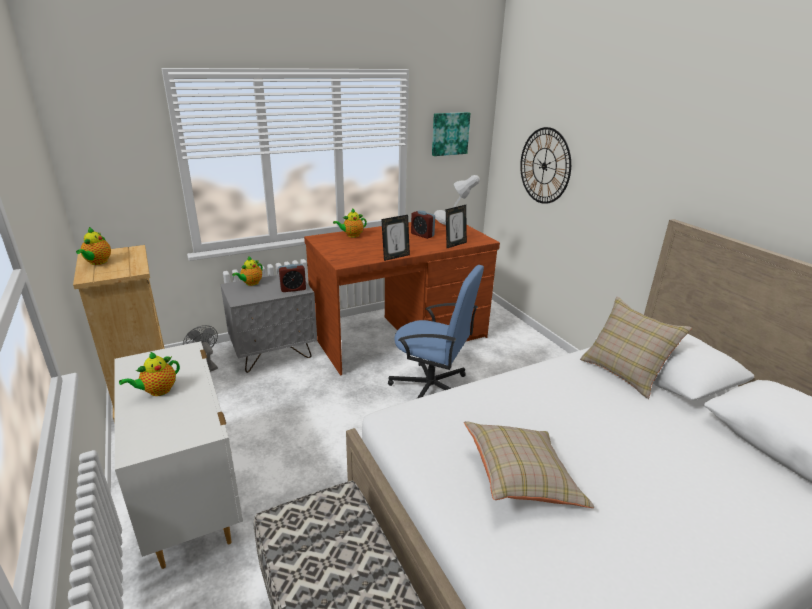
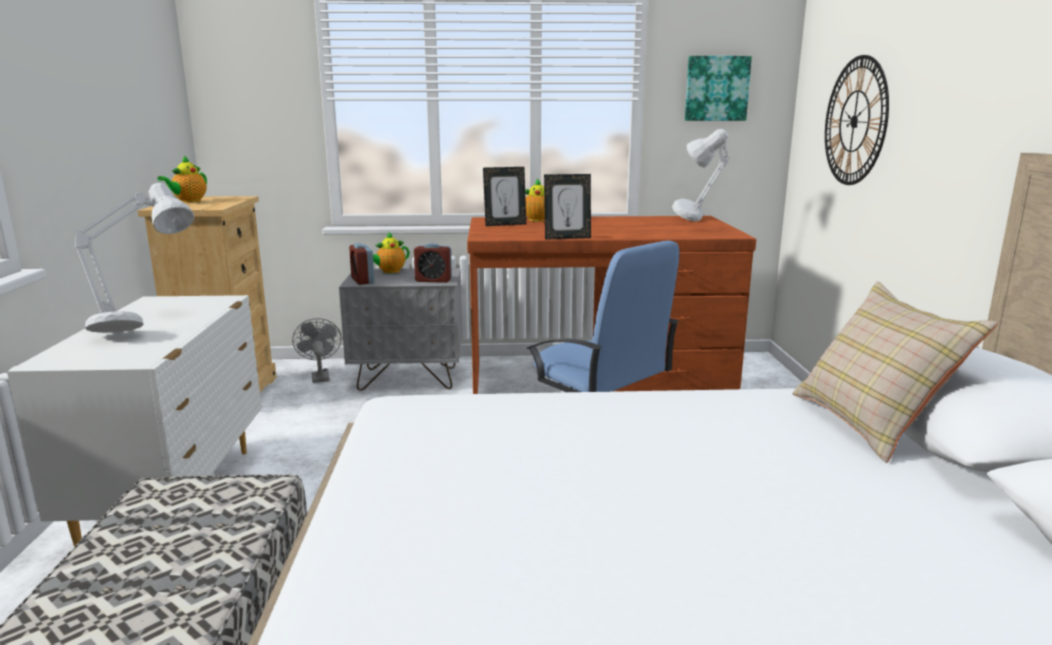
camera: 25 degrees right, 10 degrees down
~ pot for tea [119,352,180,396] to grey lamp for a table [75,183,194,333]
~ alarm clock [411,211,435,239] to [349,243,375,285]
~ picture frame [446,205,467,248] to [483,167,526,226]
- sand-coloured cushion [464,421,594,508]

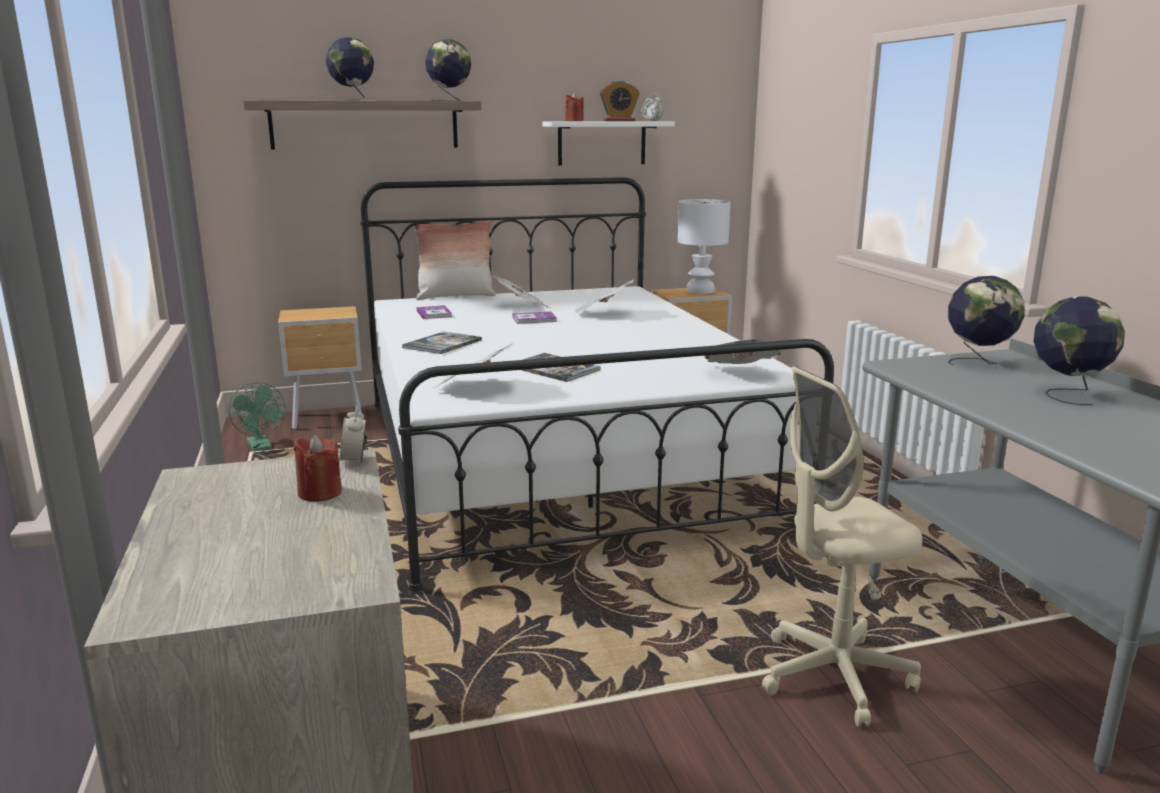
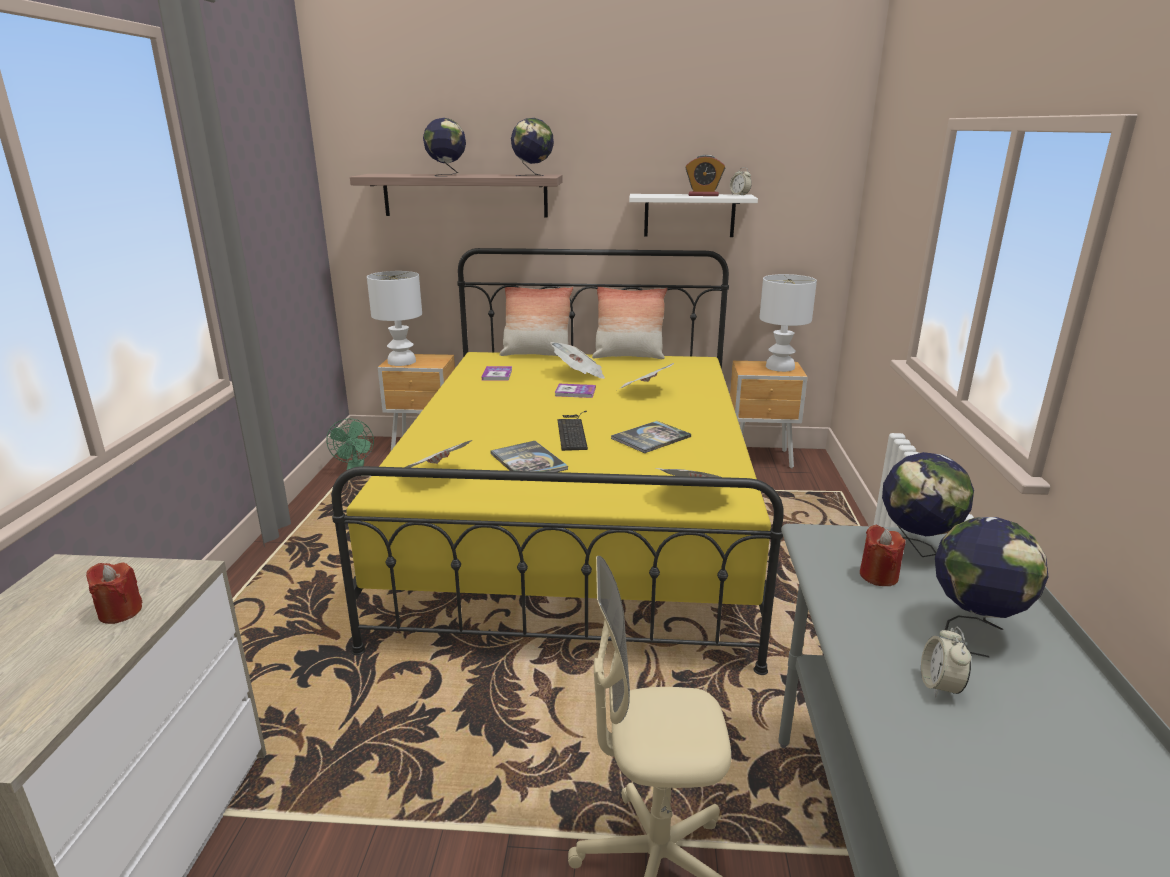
camera: 20 degrees right, 5 degrees up
~ alarm clock [339,405,367,467] to [921,627,971,698]
~ white sleeping bed [360,177,834,594] to yellow-coloured sleeping bed [332,248,784,675]
~ book [401,332,482,354] to [611,421,691,453]
~ red wax candle [565,93,584,121] to [860,525,906,586]
+ white lamp for a table [367,271,422,366]
+ keyboard [558,411,588,451]
+ cushion [592,287,667,359]

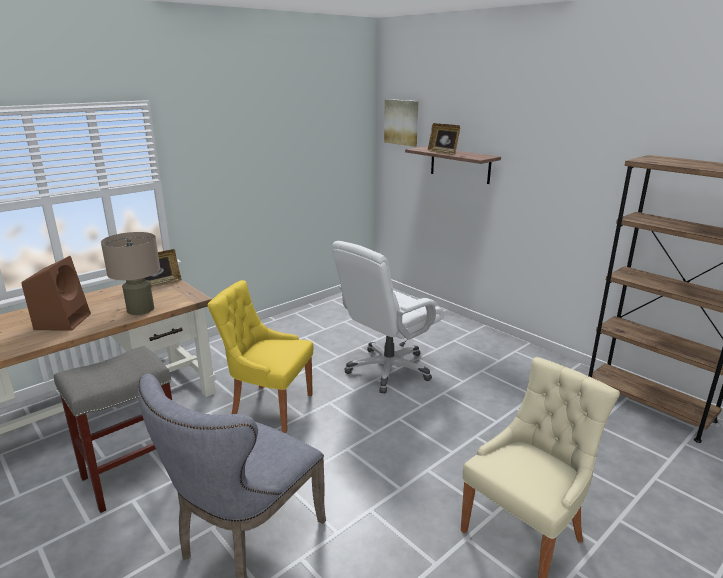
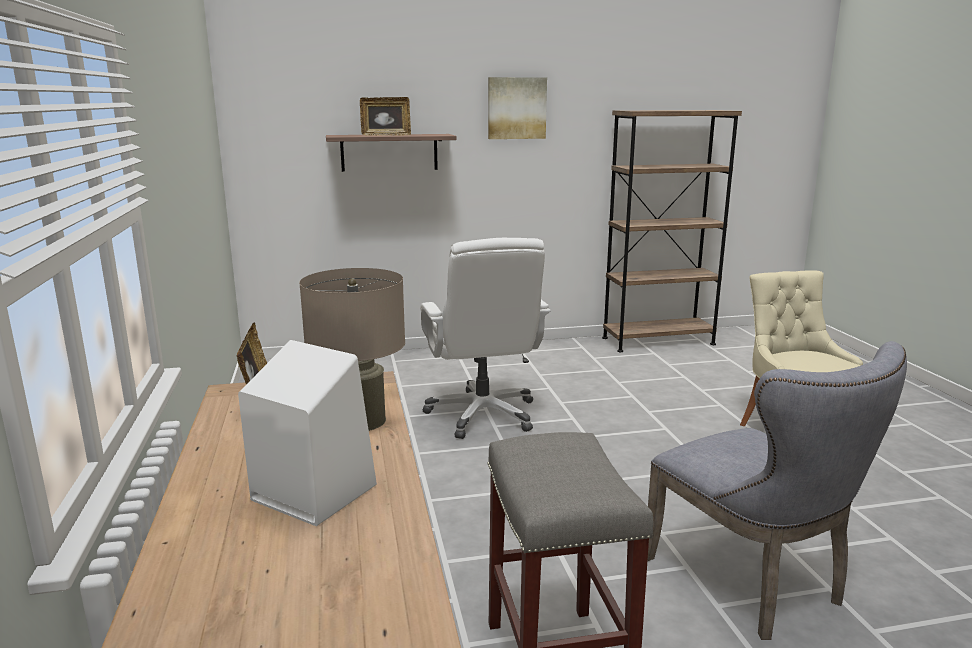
camera: 60 degrees left, 5 degrees down
~ brown audio speaker [21,256,91,331] to white audio speaker [238,340,377,526]
- yellow-coloured upright chair [208,280,314,433]
~ wall picture [384,99,419,147] to [488,77,547,139]

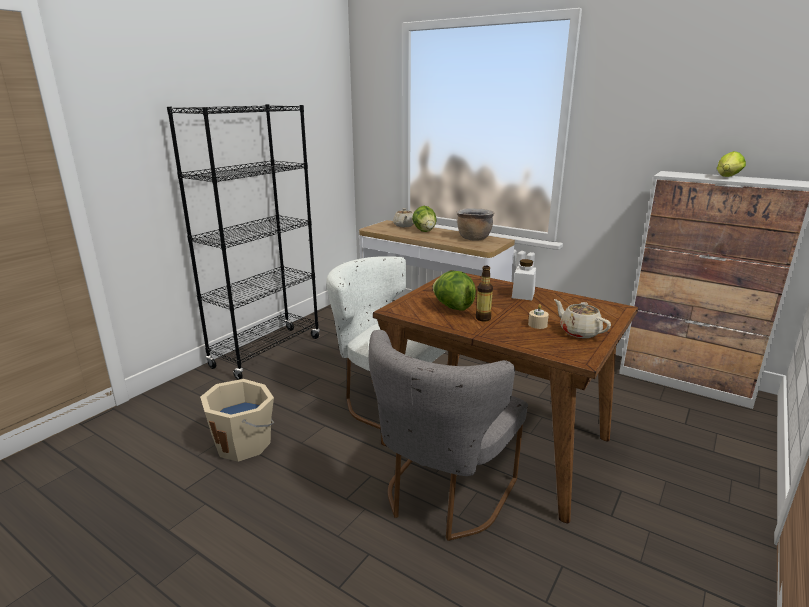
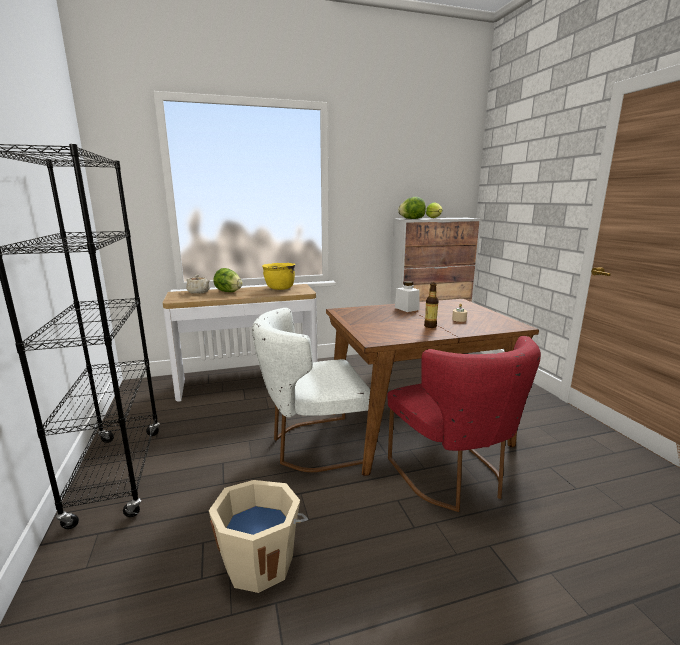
camera: 50 degrees left, 5 degrees down
~ grey upright chair [368,330,528,541] to red upright chair [387,336,541,512]
~ lettuce [433,271,476,310] to [398,197,426,219]
~ brown cooking pot [456,209,494,241] to yellow-coloured cooking pot [262,263,295,290]
- sand-coloured pot for tea [554,299,611,338]

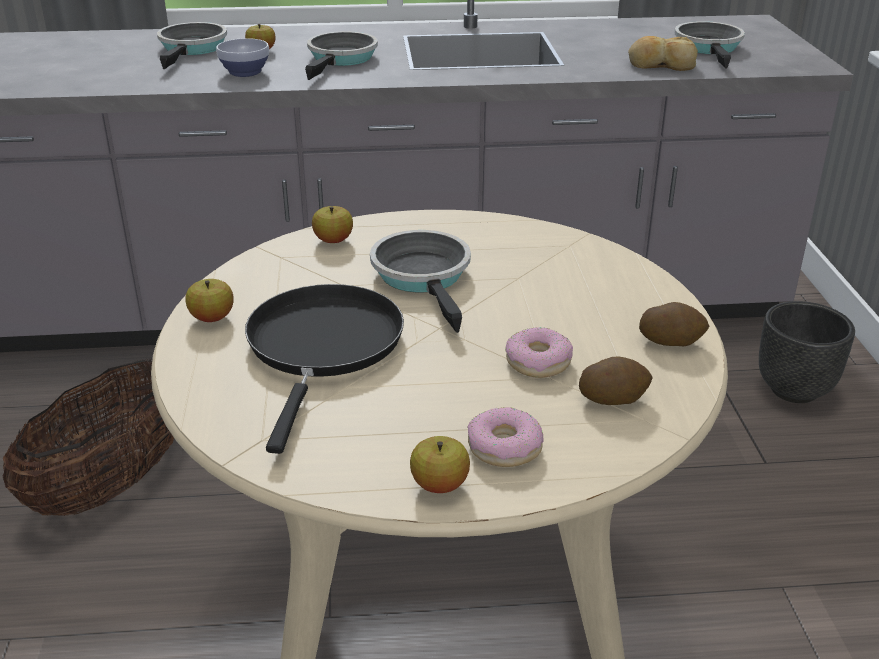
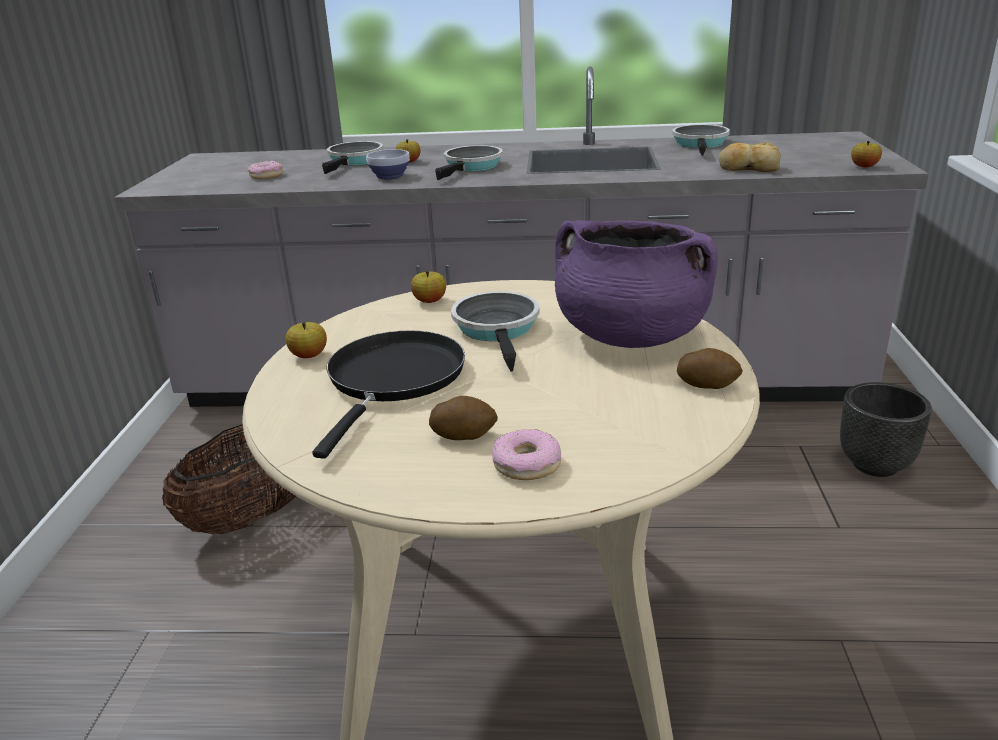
camera: 10 degrees right, 5 degrees down
~ apple [410,436,470,493] to [851,141,882,167]
~ doughnut [505,327,573,378] to [248,161,283,179]
~ potato [579,357,653,405] to [429,396,498,440]
~ pan [674,21,745,69] to [672,124,730,156]
+ purple-coloured cooking pot [555,220,718,348]

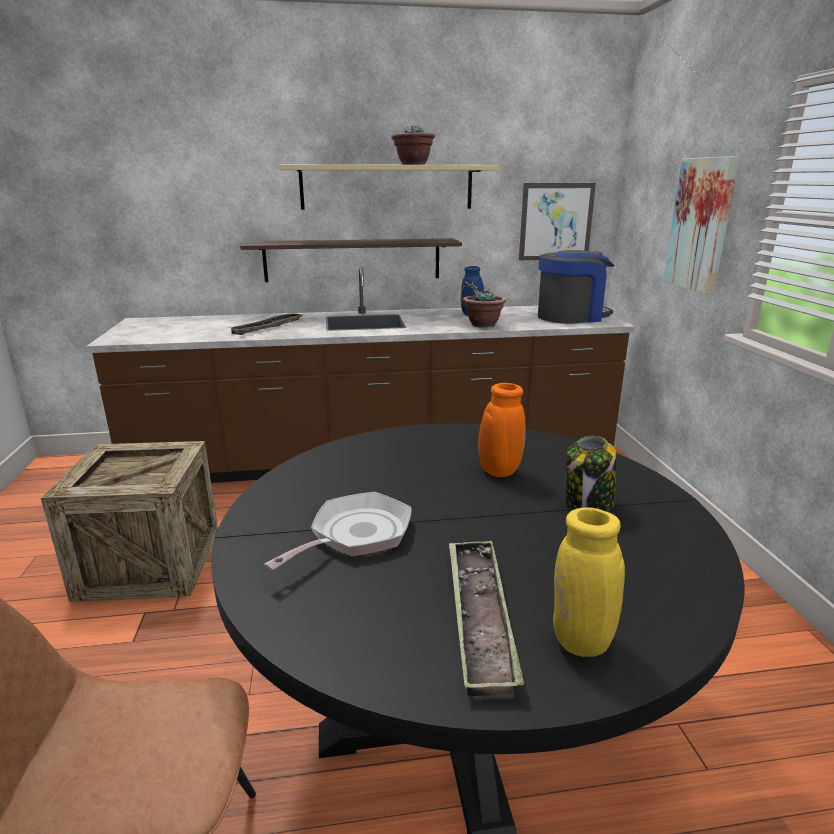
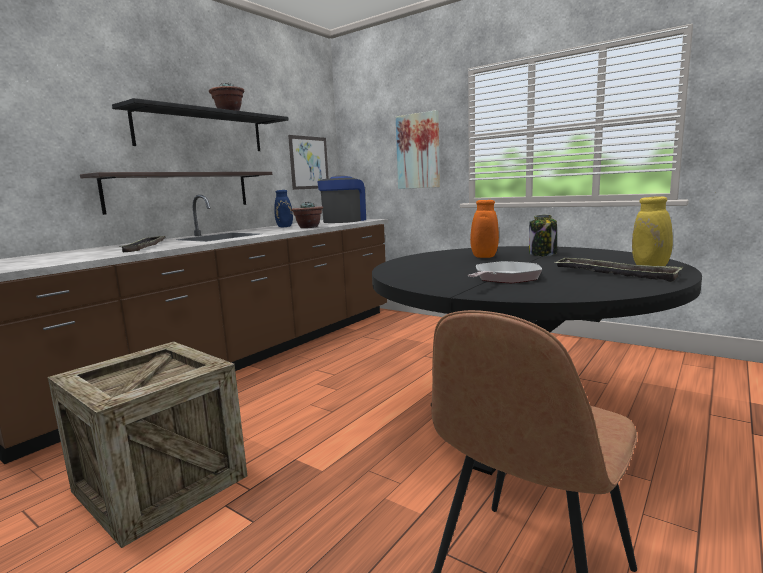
camera: 45 degrees left, 10 degrees down
~ pan [264,492,412,570] = [468,261,542,283] 45 degrees clockwise
~ sand-coloured bracket shelf [279,164,499,210] to blackish bracket shelf [112,98,289,151]

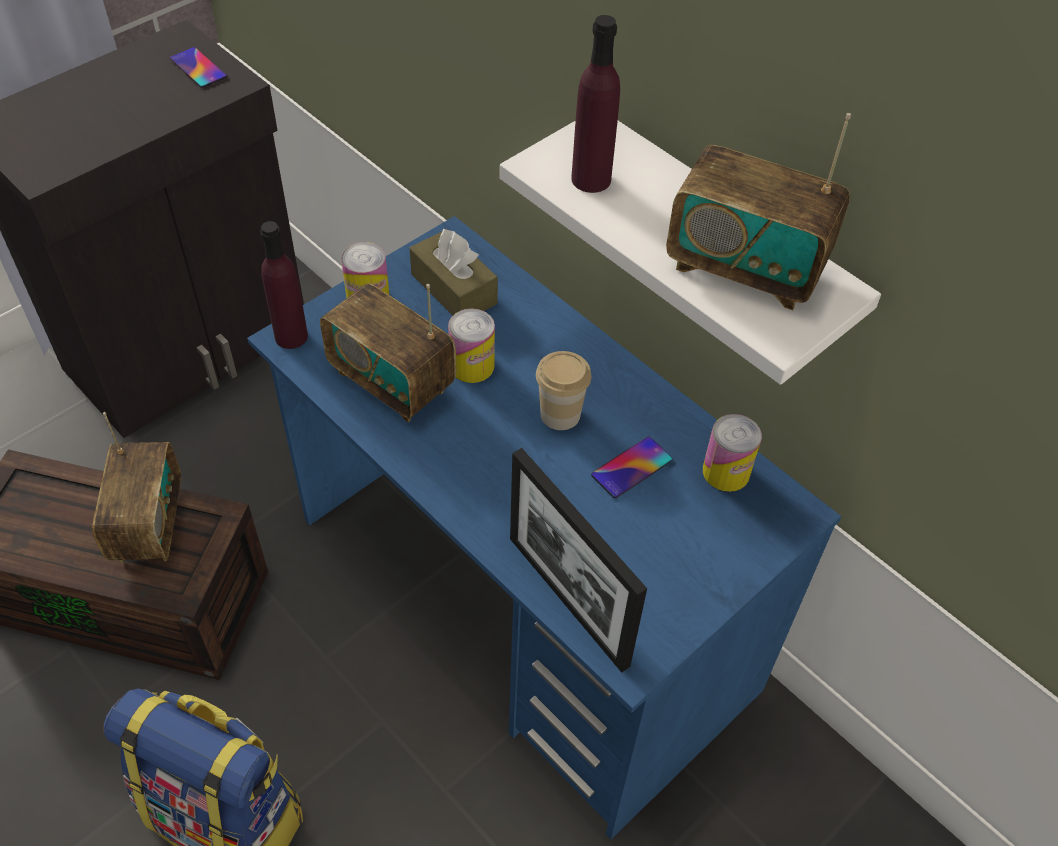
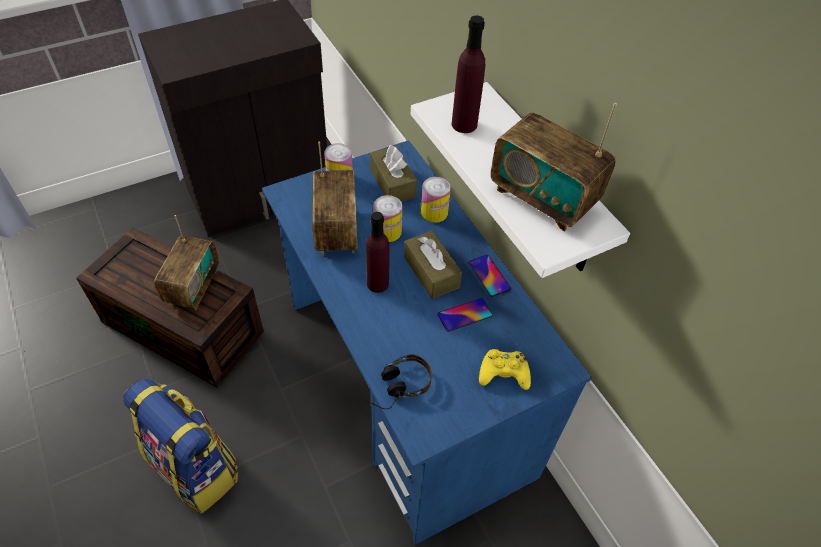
camera: 15 degrees right, 0 degrees up
~ telephone [170,47,227,88] to [468,255,511,297]
~ purple-coloured bottle [260,221,308,349] to [366,212,389,293]
~ radio set [320,283,457,423] = [312,142,358,255] 150 degrees counterclockwise
~ picture frame [510,448,647,673] to headphones [365,355,432,409]
~ small cup [536,351,591,430] to brown box of tissues [404,231,462,299]
~ metal can [703,414,762,492] to [421,177,451,223]
+ yellow-coloured gamepad [479,349,531,390]

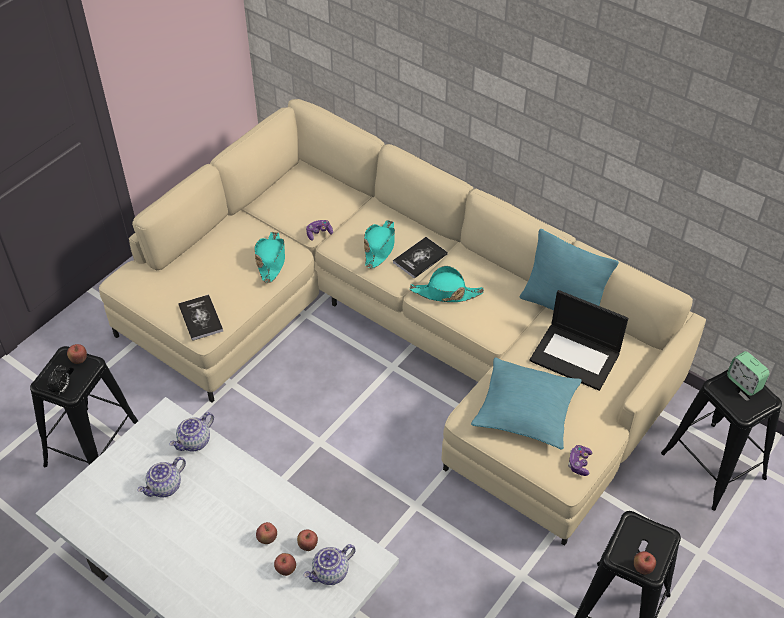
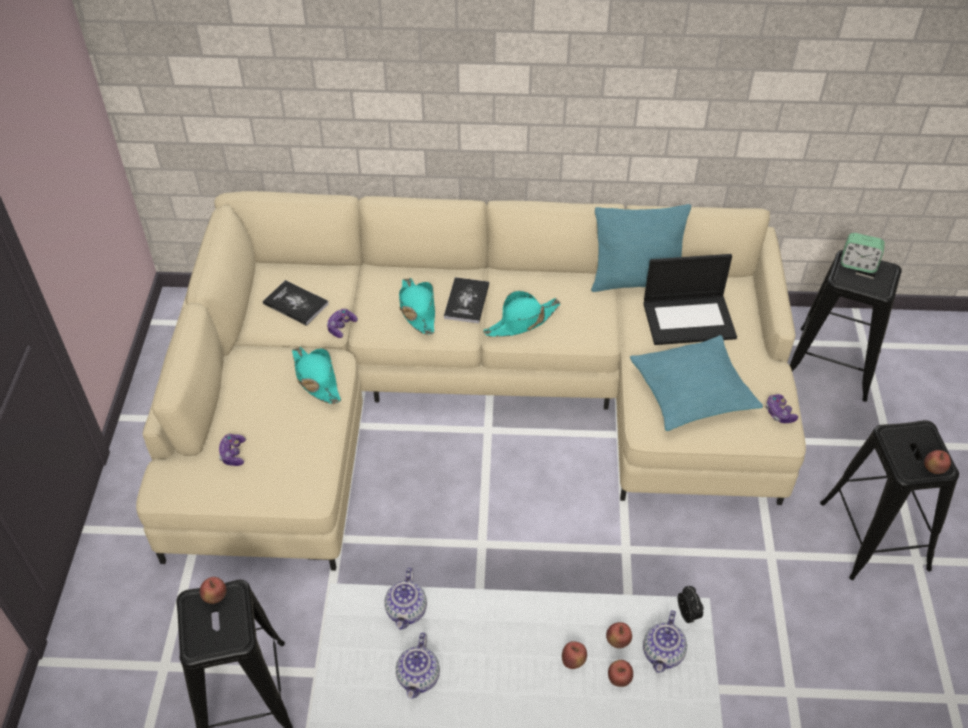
camera: 35 degrees left, 0 degrees up
~ alarm clock [48,365,70,395] to [678,586,703,623]
~ book [178,294,223,341] to [263,280,329,326]
+ gamepad [219,434,246,466]

